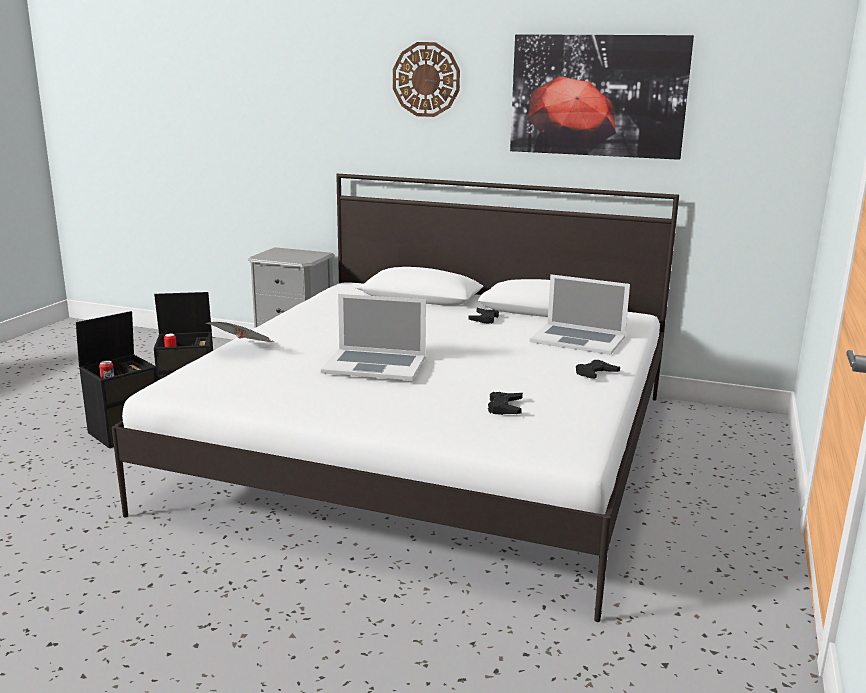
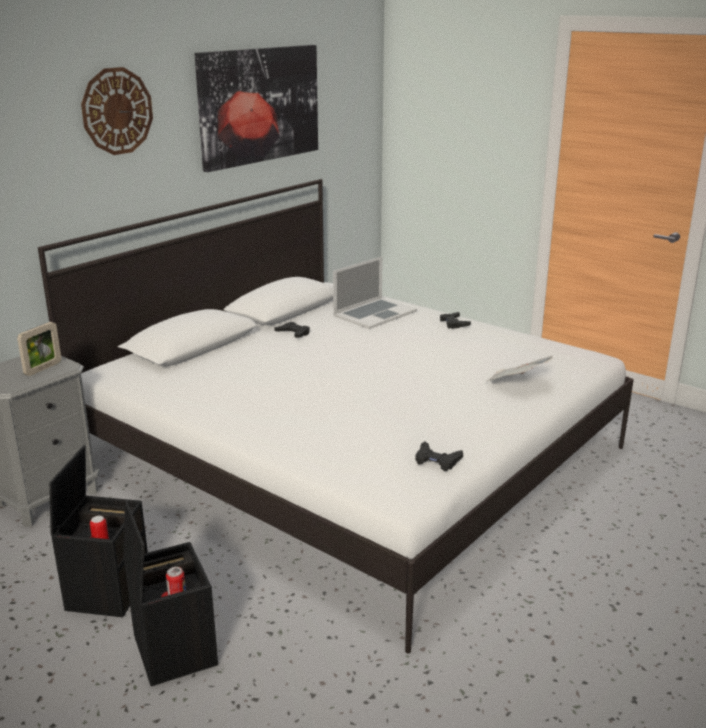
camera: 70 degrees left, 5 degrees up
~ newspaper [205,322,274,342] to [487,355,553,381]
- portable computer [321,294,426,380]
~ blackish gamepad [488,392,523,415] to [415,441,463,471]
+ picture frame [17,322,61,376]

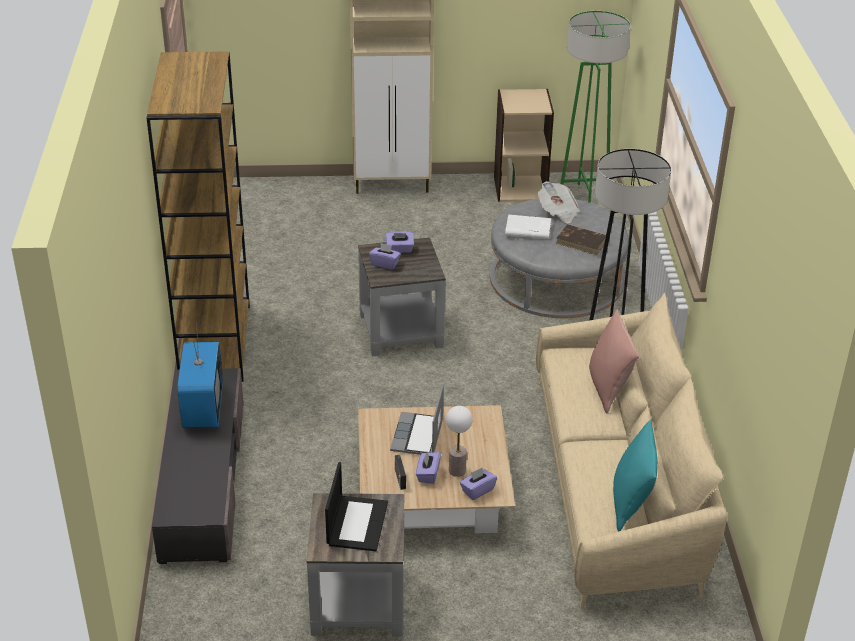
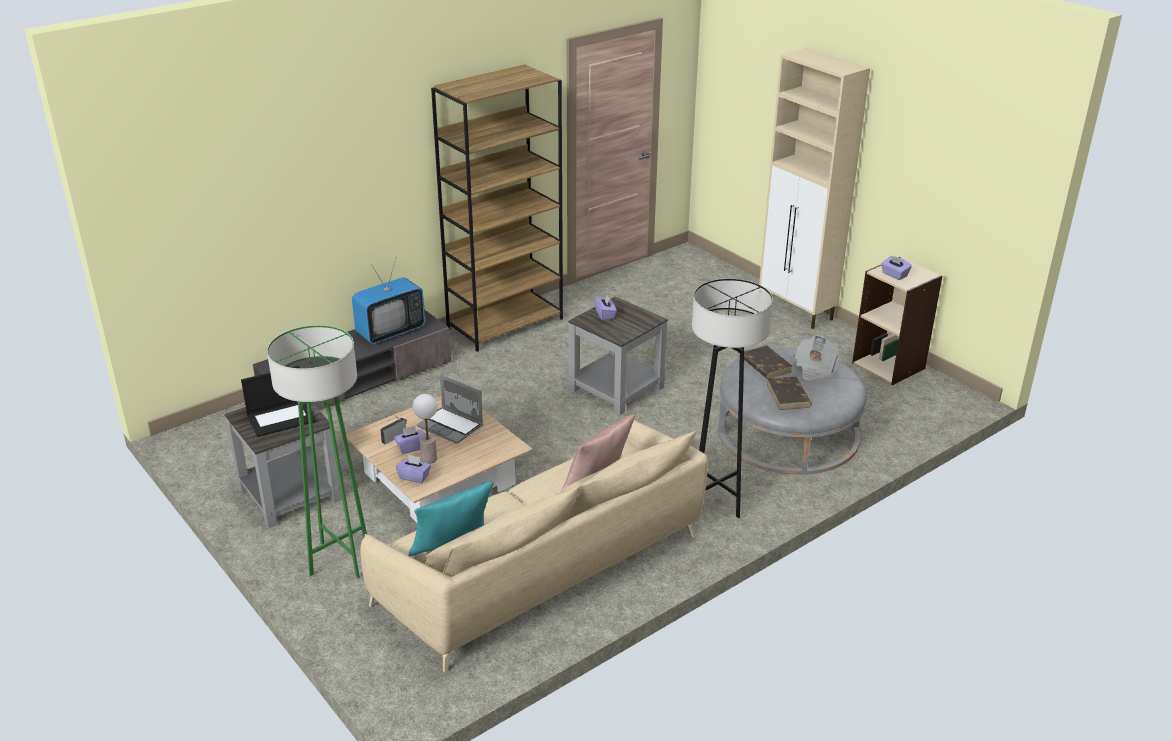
camera: 55 degrees right, 5 degrees down
~ purple-coloured box of tissues [386,231,414,253] to [881,255,912,280]
~ portable computer [390,385,444,455] = [417,374,483,444] 120 degrees counterclockwise
~ white book [505,215,551,239] to brown book [744,345,792,379]
~ green standard lamp [561,11,631,203] to [267,325,367,578]

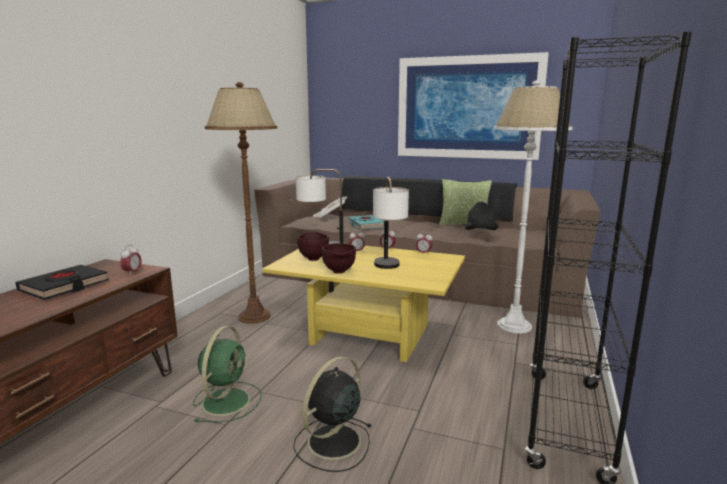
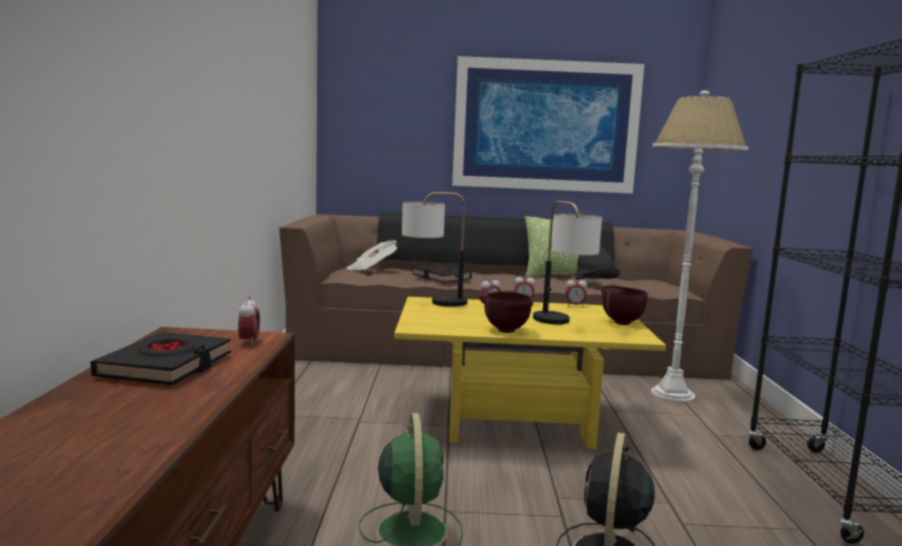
camera: 20 degrees left, 5 degrees down
- brown standard lamp [205,82,277,324]
~ brown serving bowl [297,232,329,261] to [601,286,648,325]
~ blue-green book [348,215,384,229] to blackish book [412,265,472,282]

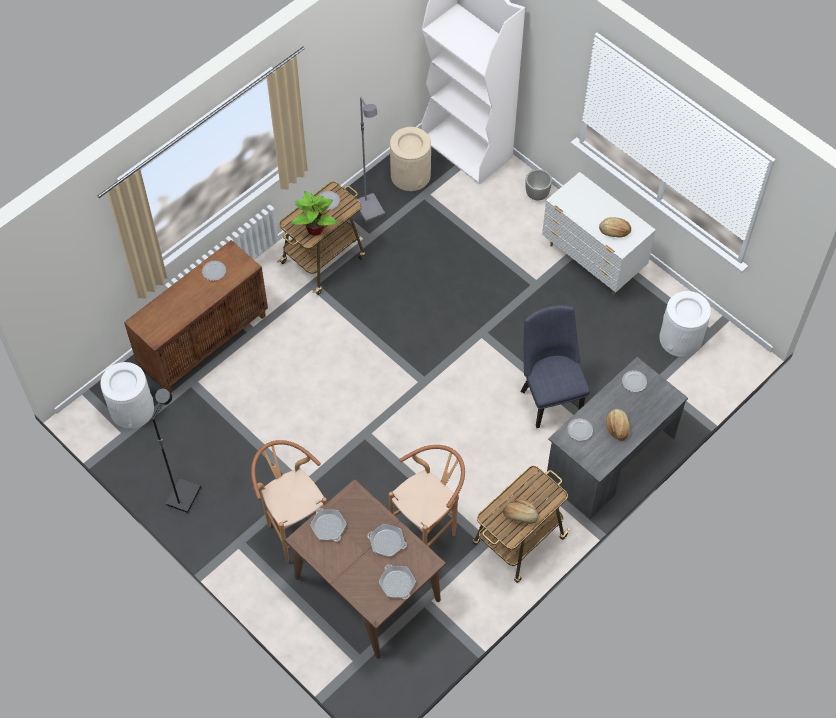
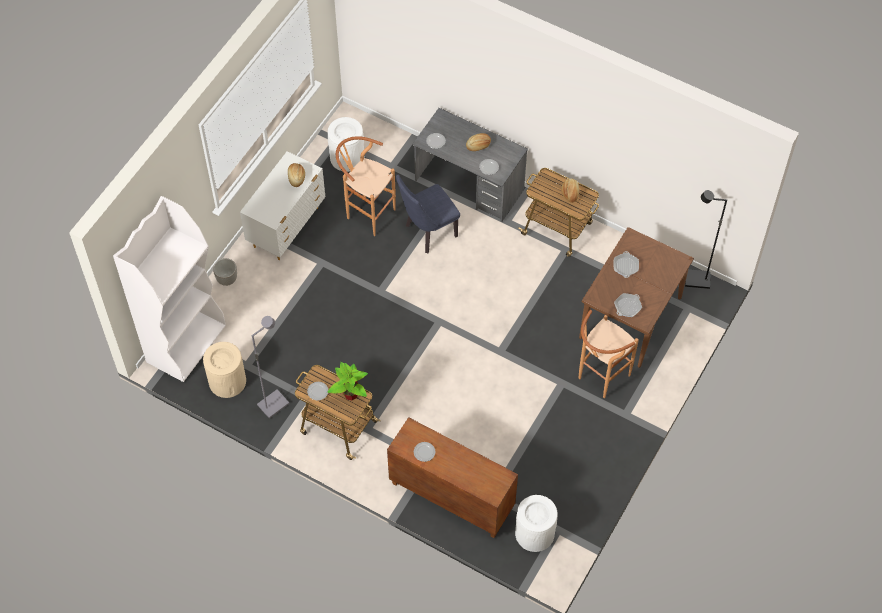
camera: 105 degrees left, 0 degrees up
~ blackish standard lamp [152,389,201,513] to [685,190,727,289]
- pan [379,564,416,599]
~ brown sitting stool [389,445,465,547] to [336,136,396,236]

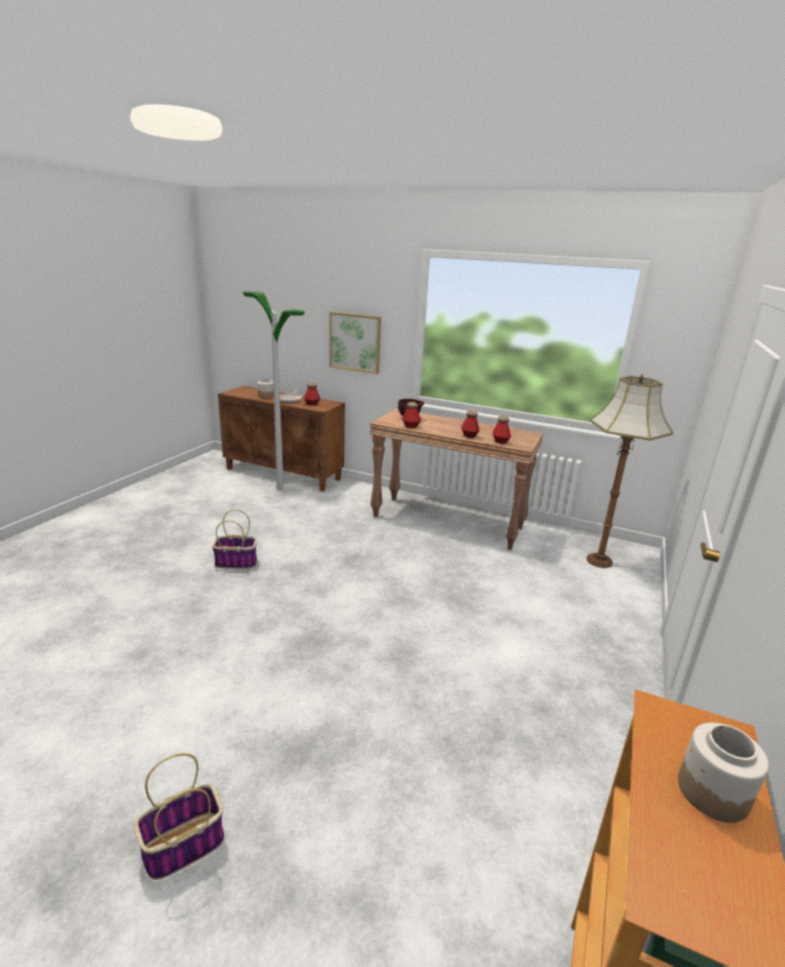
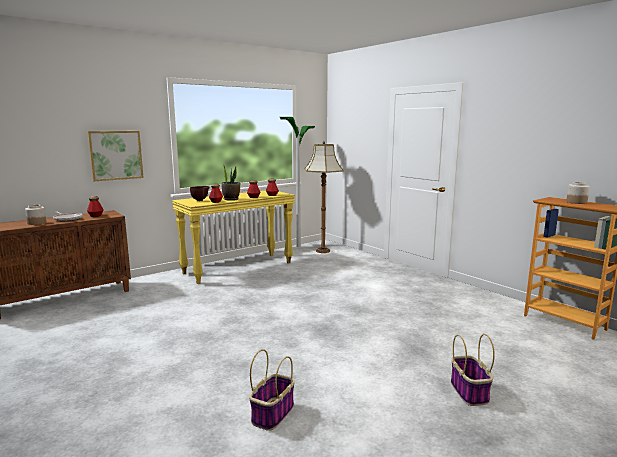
camera: 60 degrees left, 10 degrees down
~ storage basket [212,509,257,569] to [249,349,295,431]
~ standard lamp [243,292,305,490] to [280,117,315,247]
~ brown console table [370,409,543,550] to yellow-coloured console table [172,191,295,284]
+ potted plant [221,164,240,201]

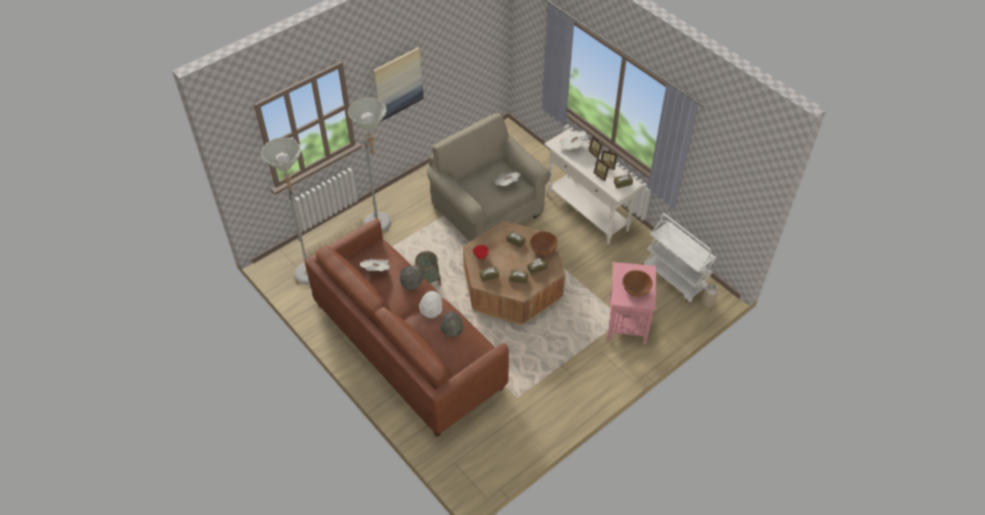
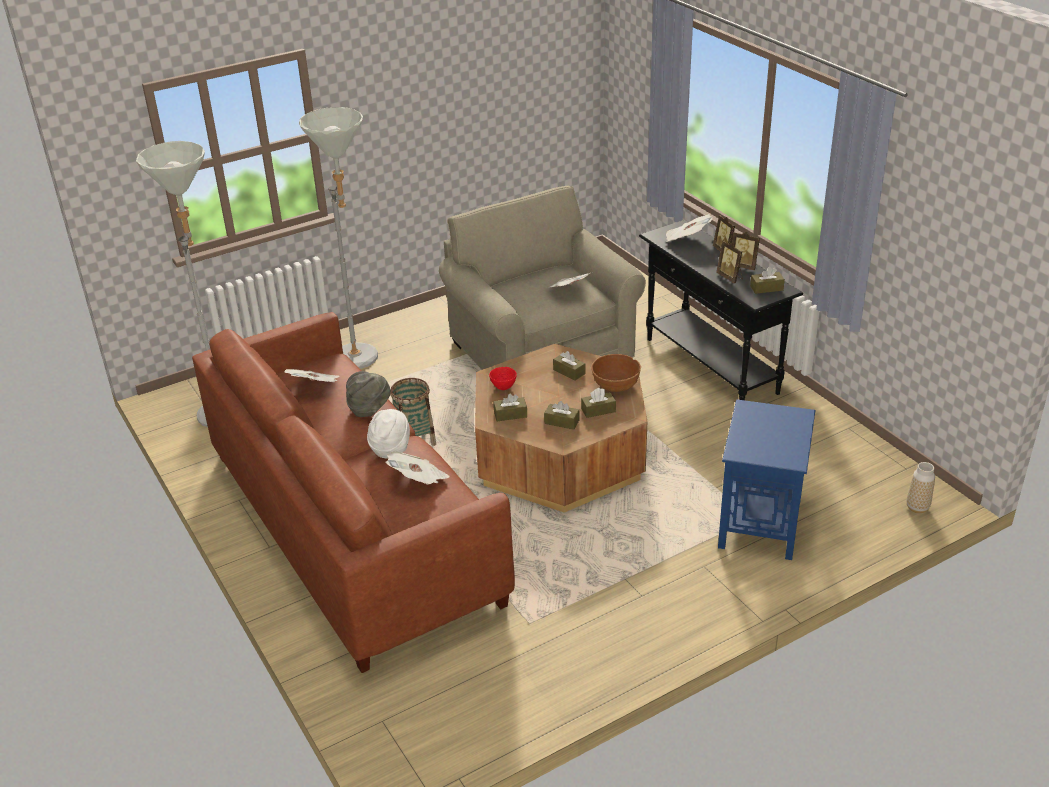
camera: 10 degrees right, 15 degrees down
- wall picture [373,47,424,122]
~ grey hat [440,311,463,337] to newspaper [386,452,450,485]
~ white console table [544,129,643,245] to blackish console table [639,220,803,400]
~ pink accent table [607,262,656,344] to bluish accent table [718,399,815,560]
- brown serving bowl [623,270,653,297]
- white cart [642,213,716,303]

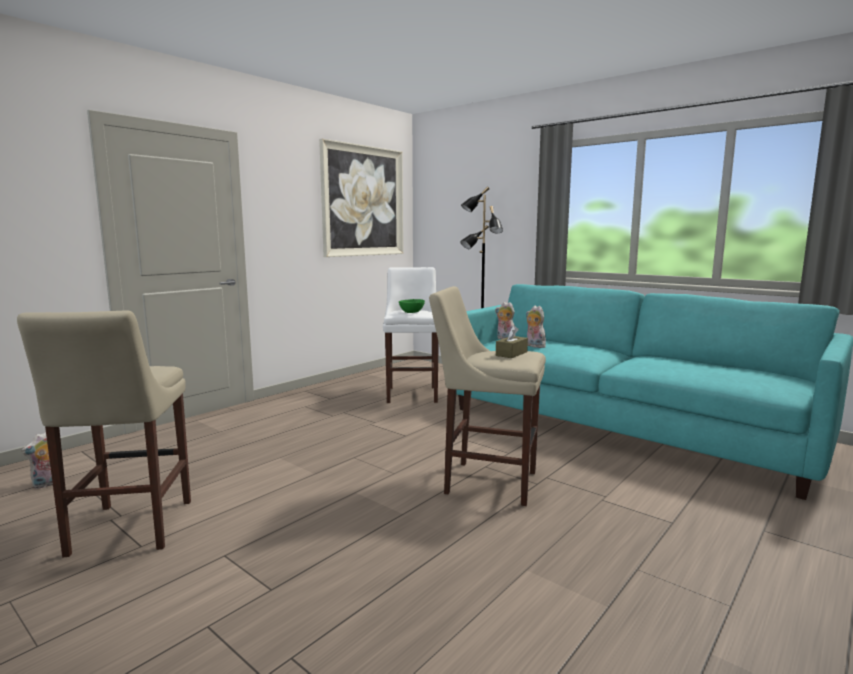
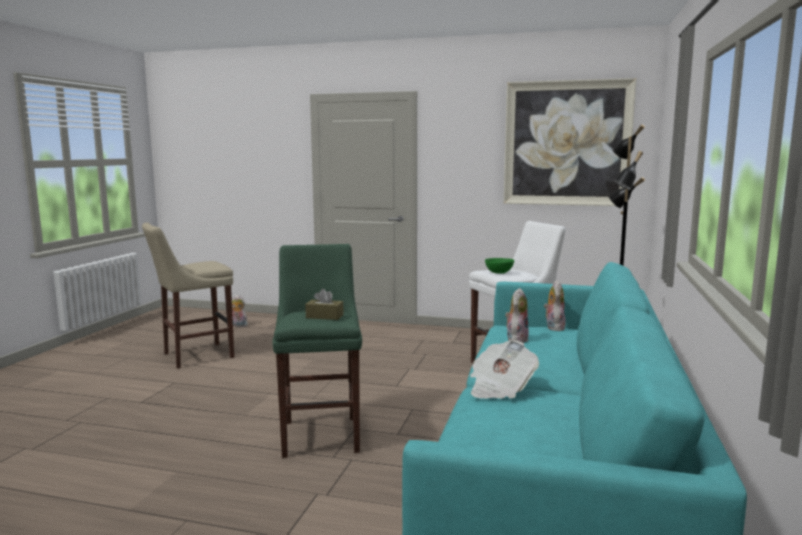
camera: 65 degrees right, 0 degrees up
~ sand-coloured sitting stool [429,286,546,506] to green sitting stool [272,244,362,458]
+ newspaper [470,340,539,399]

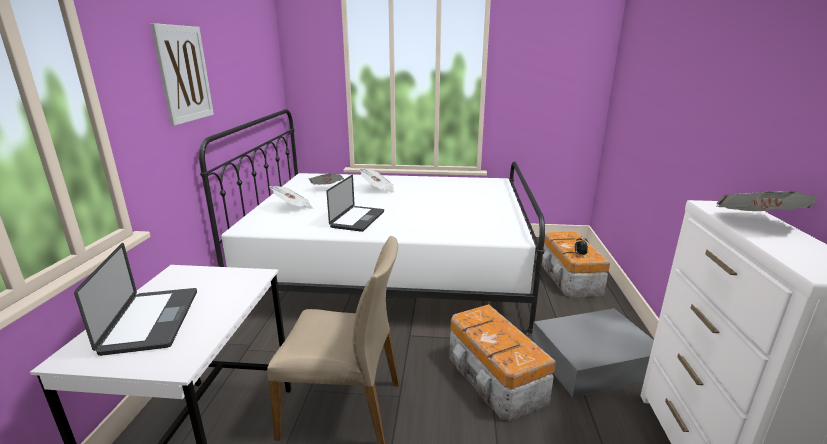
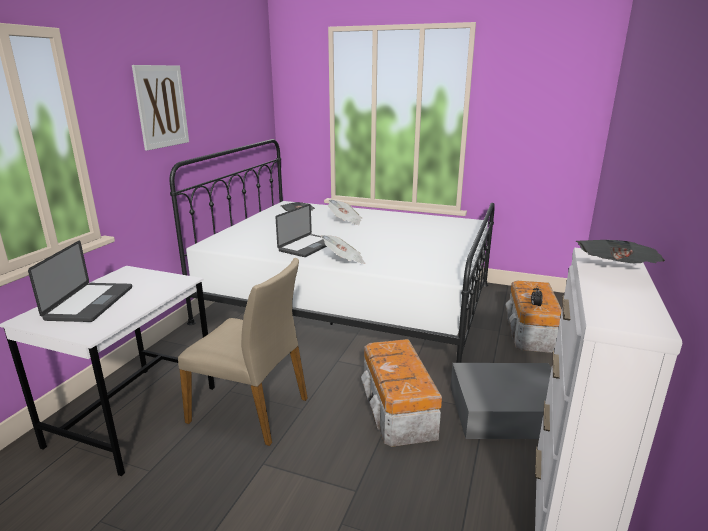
camera: 15 degrees right, 0 degrees up
~ newspaper [269,186,314,209] to [321,235,365,264]

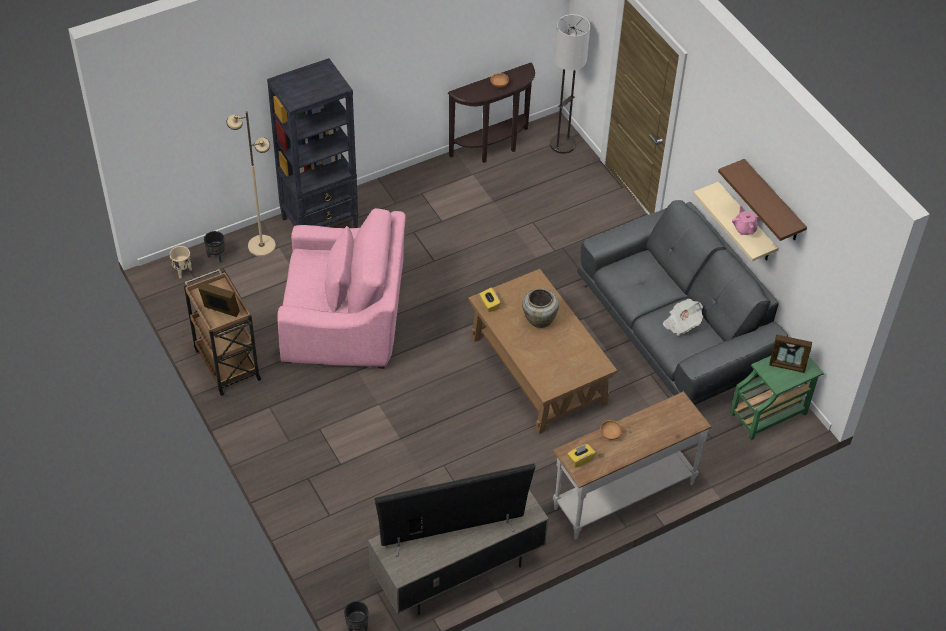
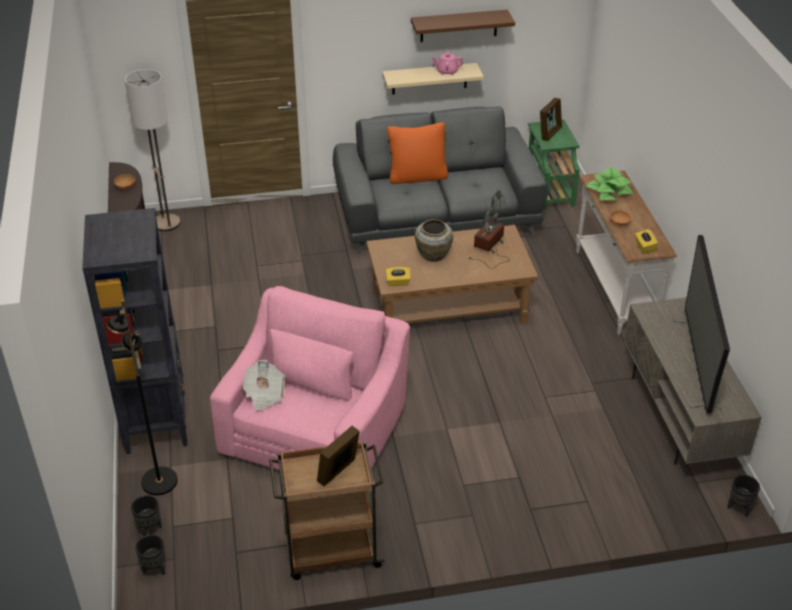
camera: 70 degrees left, 10 degrees down
~ sand-coloured plant pot [169,246,192,278] to blackish plant pot [135,535,166,575]
~ sand-coloured standard lamp [226,111,276,256] to blackish standard lamp [107,300,178,495]
~ newspaper [663,299,703,336] to [242,360,285,411]
+ orange-coloured cushion [387,123,448,184]
+ lamp for a table [469,189,510,269]
+ potted plant [585,168,634,201]

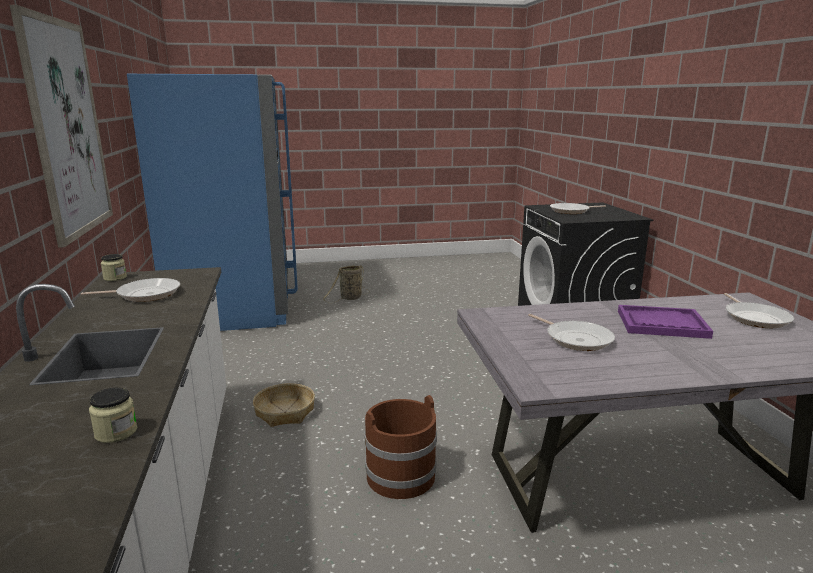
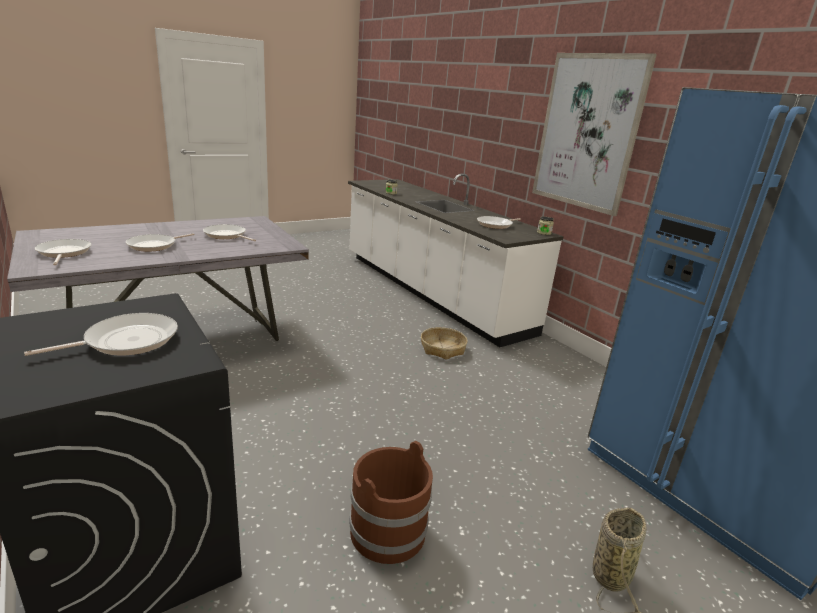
camera: 155 degrees right, 5 degrees up
~ brown pail [364,395,437,499] to [349,441,433,564]
~ purple-coloured serving tray [618,305,713,339] to pan [126,233,195,252]

